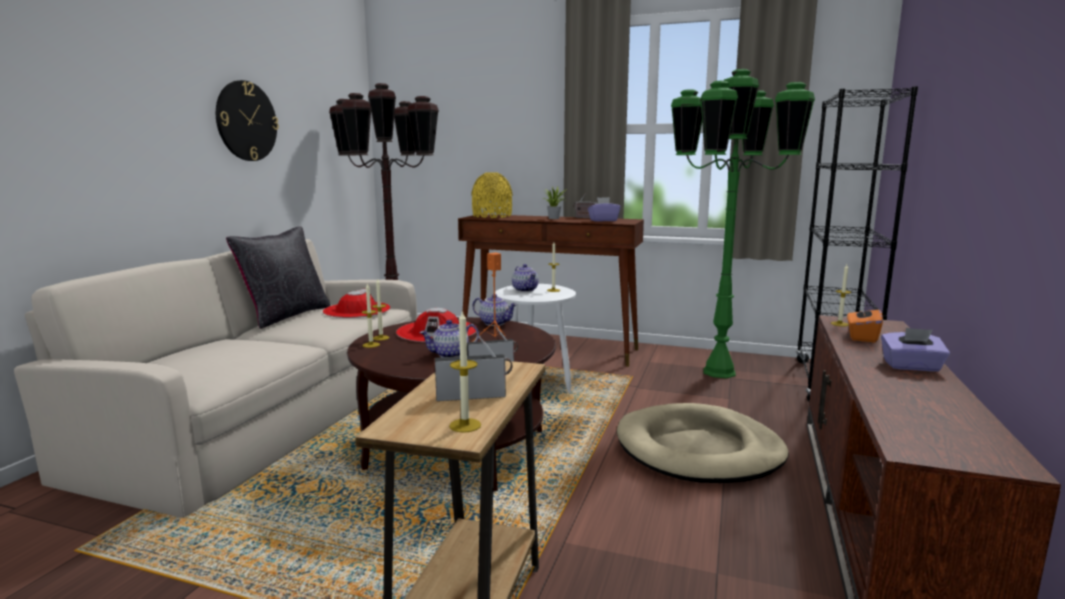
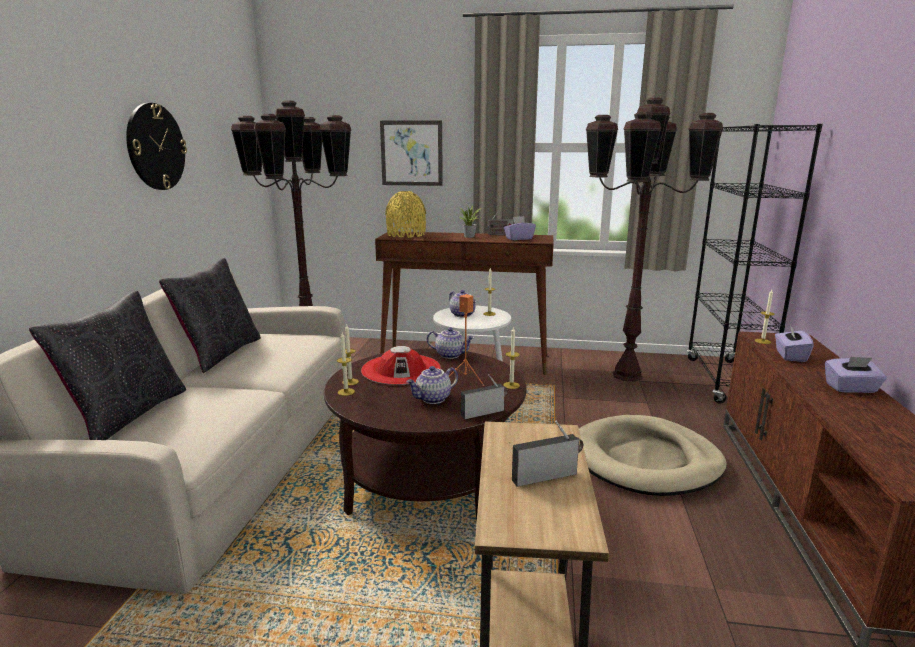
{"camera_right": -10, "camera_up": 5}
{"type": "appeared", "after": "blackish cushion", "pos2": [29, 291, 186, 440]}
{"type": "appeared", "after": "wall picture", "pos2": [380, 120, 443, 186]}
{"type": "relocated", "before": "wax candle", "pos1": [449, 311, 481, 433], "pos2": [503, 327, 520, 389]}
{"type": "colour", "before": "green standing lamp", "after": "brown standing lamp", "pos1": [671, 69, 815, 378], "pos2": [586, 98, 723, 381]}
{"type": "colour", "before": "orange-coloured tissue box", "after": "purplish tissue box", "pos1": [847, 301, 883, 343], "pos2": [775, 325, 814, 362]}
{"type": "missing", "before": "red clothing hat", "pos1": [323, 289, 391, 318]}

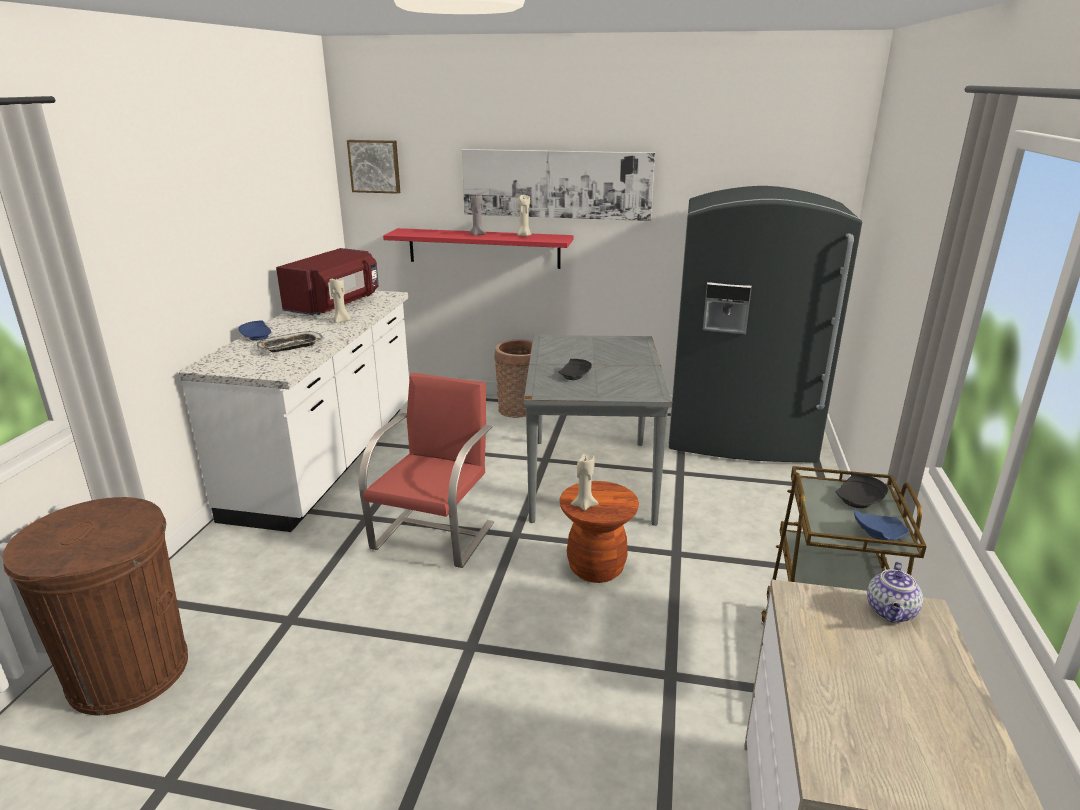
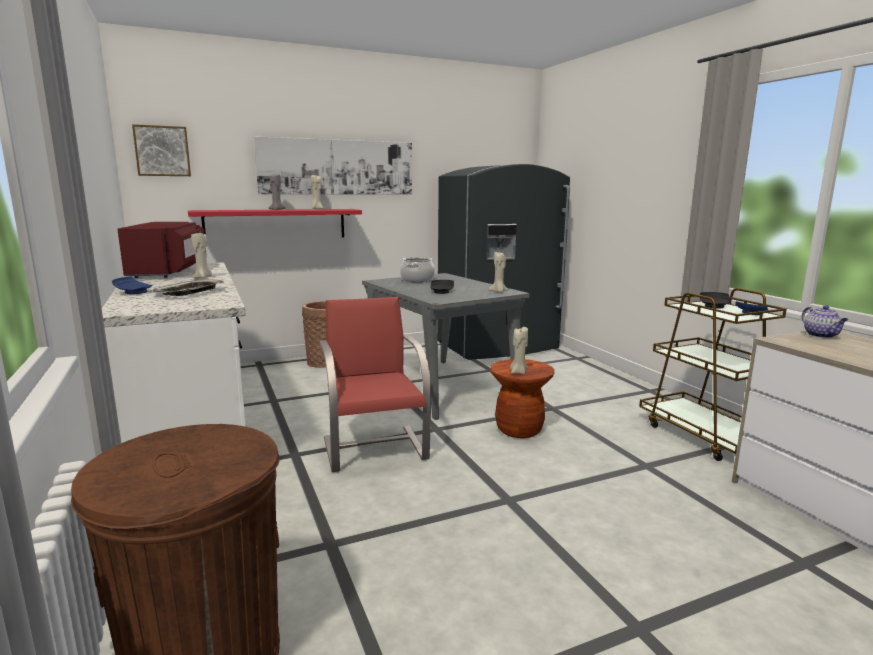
{"camera_right": -35, "camera_up": -10}
{"type": "appeared", "after": "saucepot", "pos2": [400, 257, 435, 282]}
{"type": "appeared", "after": "beige-coloured wax candle", "pos2": [489, 252, 508, 292]}

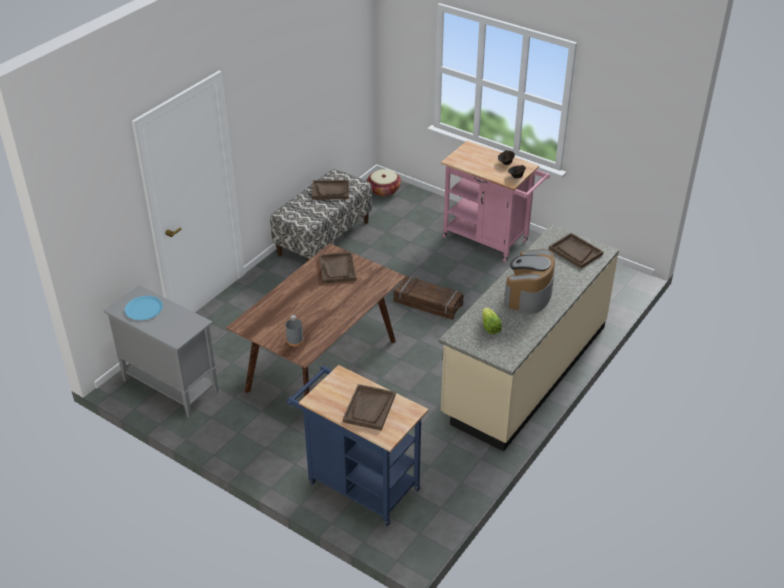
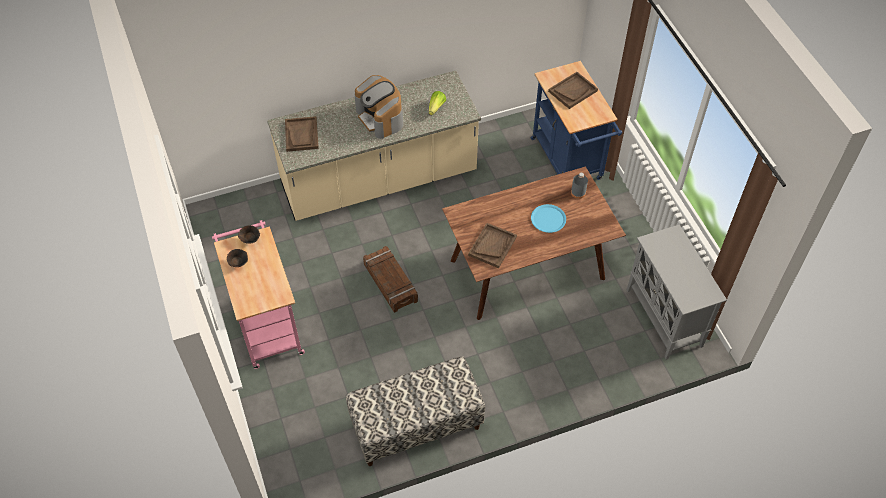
{"camera_right": -145, "camera_up": 15}
{"type": "spun", "before": "coffee machine", "pos1": [504, 249, 555, 314], "pos2": [355, 75, 403, 139], "turn": 90}
{"type": "relocated", "before": "blue-coloured flat dish", "pos1": [125, 296, 163, 320], "pos2": [531, 204, 566, 233]}
{"type": "missing", "before": "brown carrying tray", "pos1": [312, 180, 349, 200]}
{"type": "missing", "before": "basket", "pos1": [367, 169, 401, 196]}

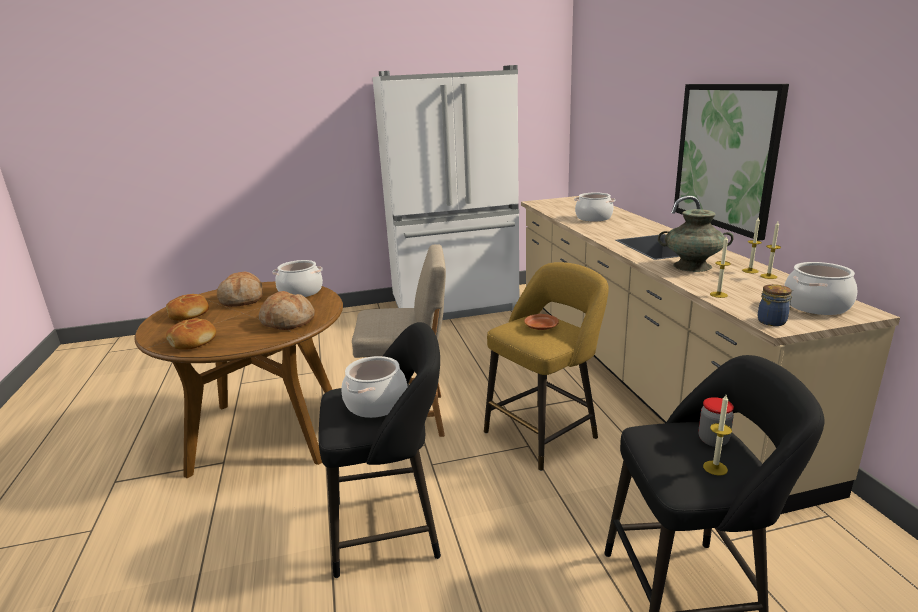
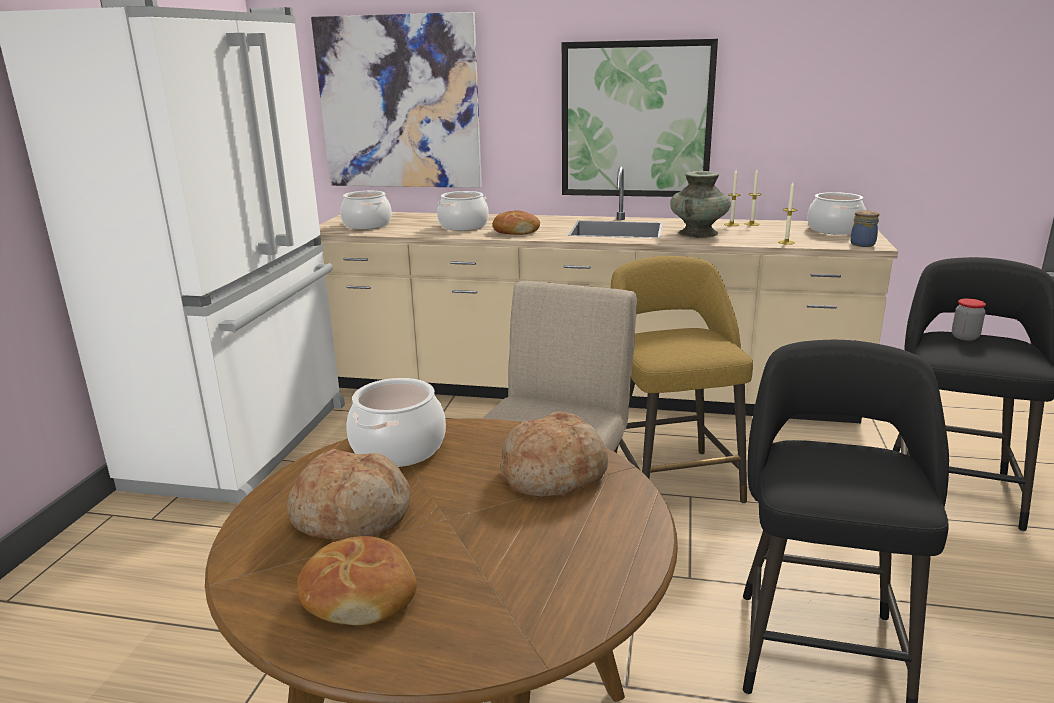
{"camera_right": -65, "camera_up": 0}
{"type": "appeared", "after": "wall picture", "pos2": [311, 12, 482, 188]}
{"type": "relocated", "before": "saucepot", "pos1": [341, 356, 407, 418], "pos2": [340, 191, 392, 229]}
{"type": "relocated", "before": "baked bread", "pos1": [166, 319, 216, 350], "pos2": [493, 210, 540, 235]}
{"type": "missing", "before": "brown flat dish", "pos1": [524, 314, 559, 330]}
{"type": "missing", "before": "wax candle", "pos1": [703, 395, 732, 476]}

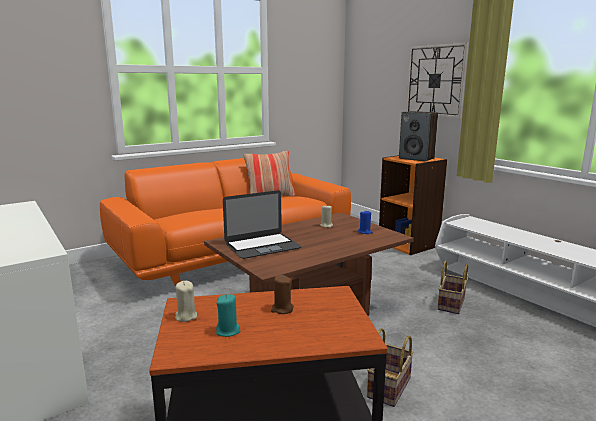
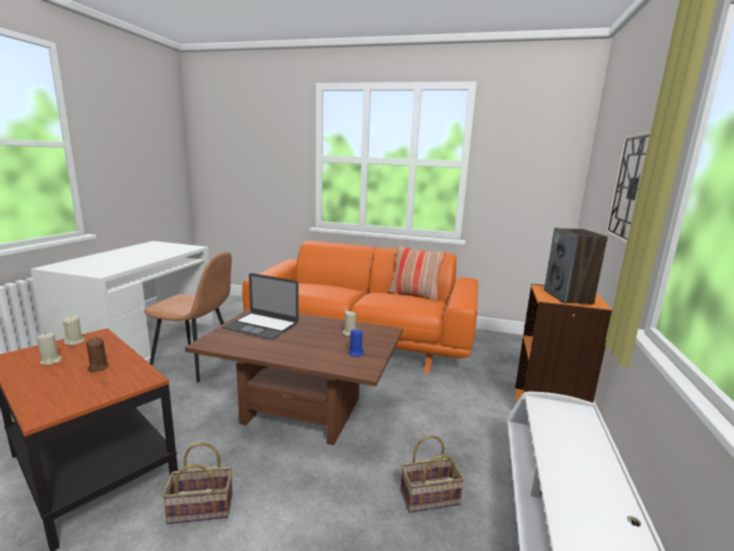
{"camera_right": 50, "camera_up": 0}
{"type": "colour", "before": "turquoise wax candle", "after": "beige-coloured wax candle", "pos1": [216, 294, 240, 337], "pos2": [37, 332, 62, 365]}
{"type": "appeared", "after": "brown chair", "pos2": [144, 252, 232, 382]}

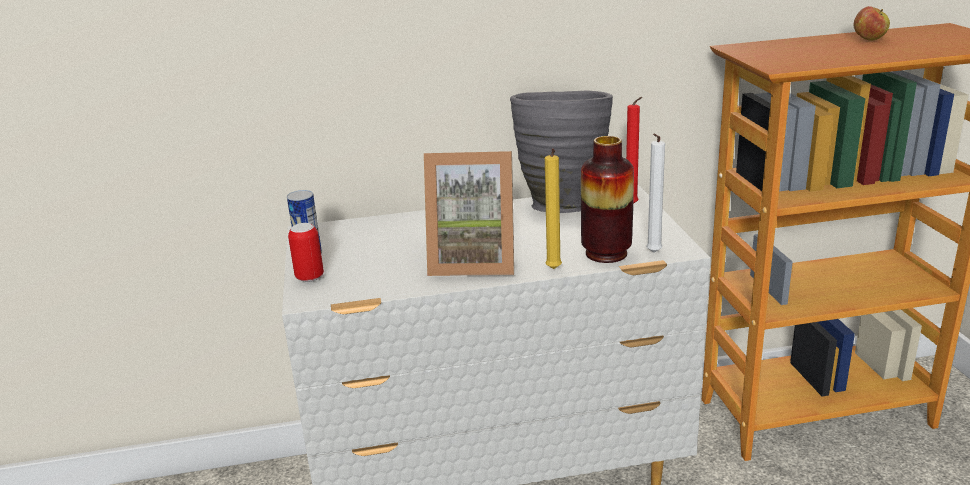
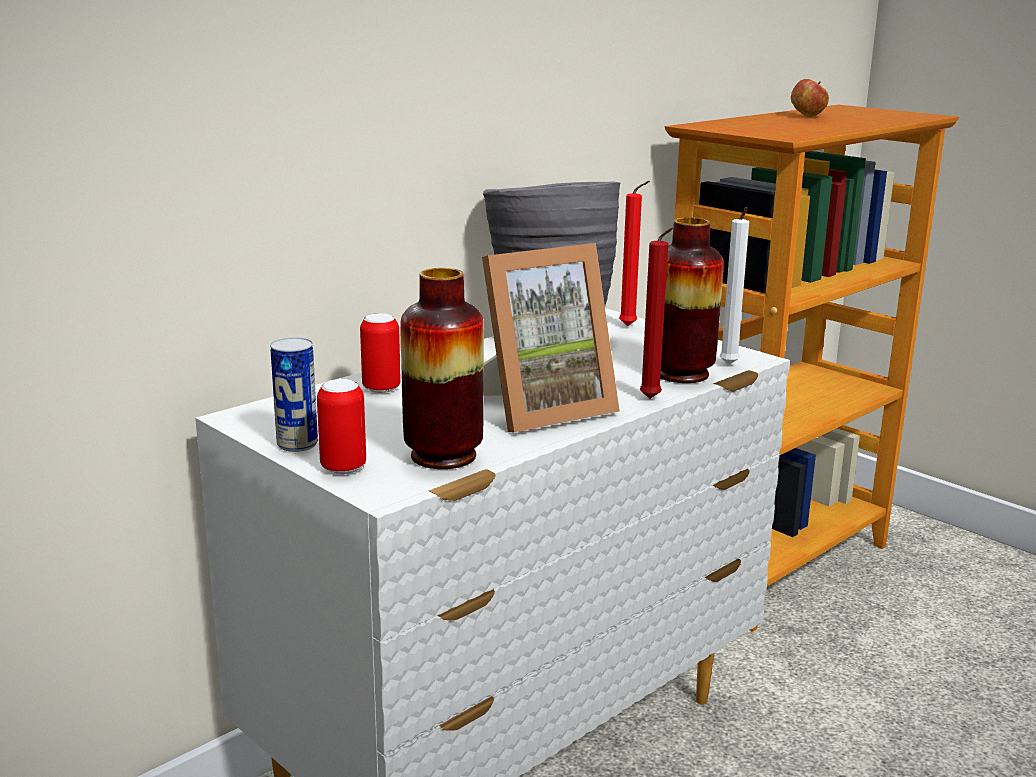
{"camera_right": -35, "camera_up": -5}
{"type": "appeared", "after": "metal can", "pos2": [360, 313, 401, 393]}
{"type": "appeared", "after": "decorative vase", "pos2": [401, 268, 484, 469]}
{"type": "colour", "before": "yellow wax candle", "after": "red wax candle", "pos1": [545, 148, 562, 269], "pos2": [639, 227, 673, 399]}

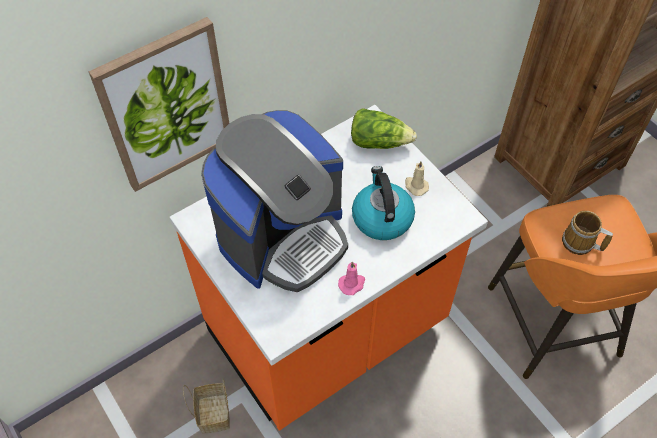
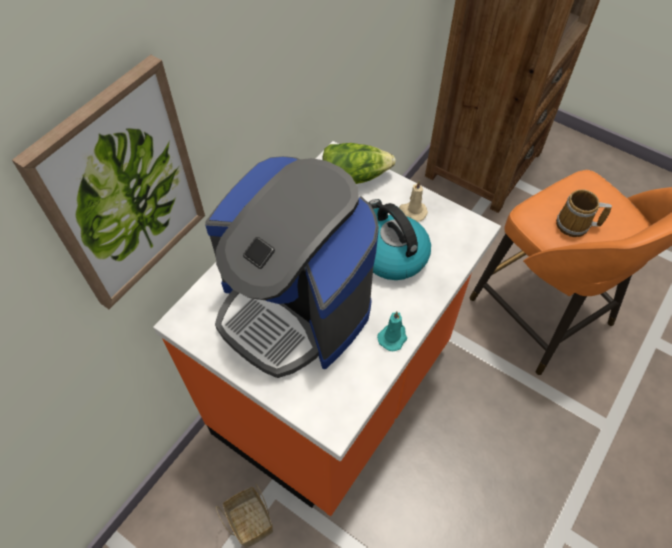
{"camera_right": -20, "camera_up": 0}
{"type": "spun", "before": "coffee machine", "pos1": [201, 110, 348, 292], "pos2": [205, 156, 379, 378], "turn": 105}
{"type": "colour", "before": "pink-coloured wax candle", "after": "turquoise wax candle", "pos1": [338, 261, 365, 295], "pos2": [377, 312, 408, 351]}

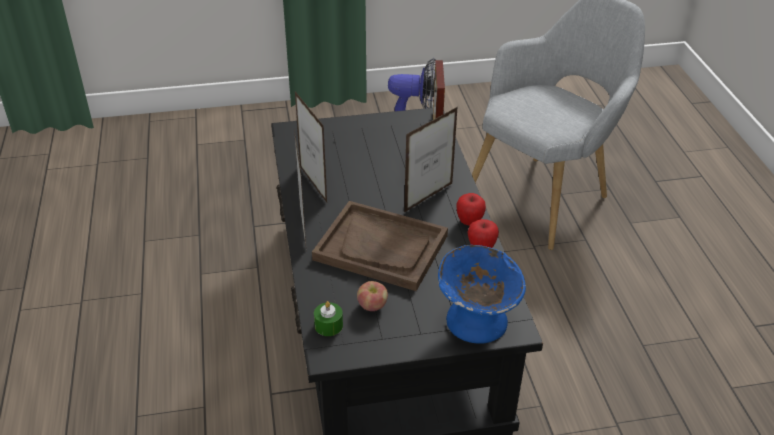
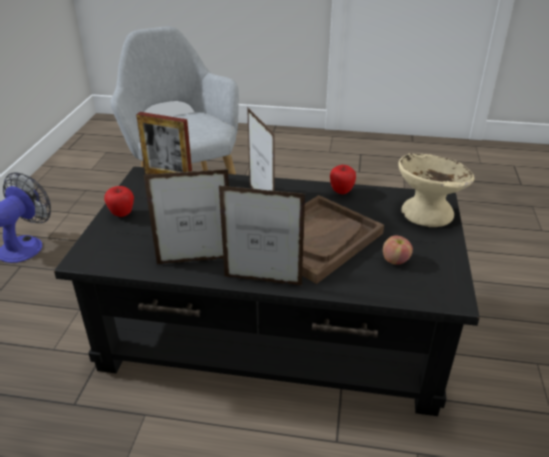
{"camera_right": -70, "camera_up": -5}
{"type": "relocated", "before": "whole apple", "pos1": [456, 193, 486, 226], "pos2": [104, 186, 134, 217]}
{"type": "colour", "before": "blue-coloured bowl", "after": "beige-coloured bowl", "pos1": [438, 245, 526, 344], "pos2": [399, 153, 474, 227]}
{"type": "missing", "before": "green wax candle", "pos1": [314, 301, 343, 336]}

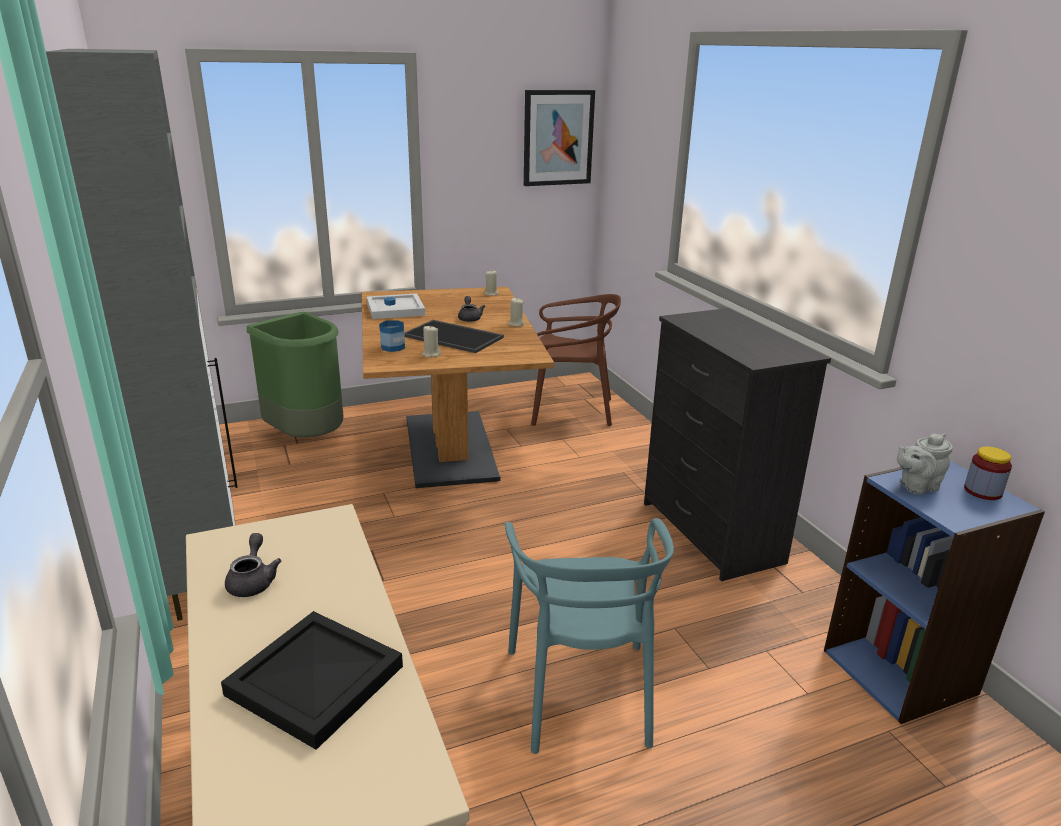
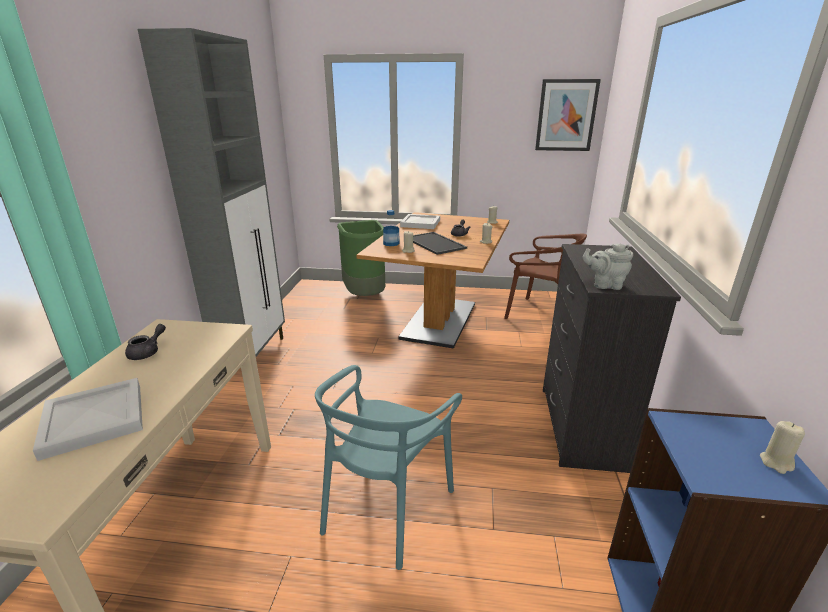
{"camera_right": 30, "camera_up": 0}
{"type": "colour", "before": "blackish carrying tray", "after": "whitish carrying tray", "pos1": [221, 611, 403, 750], "pos2": [33, 378, 143, 461]}
{"type": "relocated", "before": "greyish pot for tea", "pos1": [897, 434, 953, 494], "pos2": [583, 244, 633, 290]}
{"type": "exchanged", "before": "preserve jar", "after": "beige-coloured wax candle", "pos1": [964, 447, 1012, 500], "pos2": [760, 421, 805, 474]}

